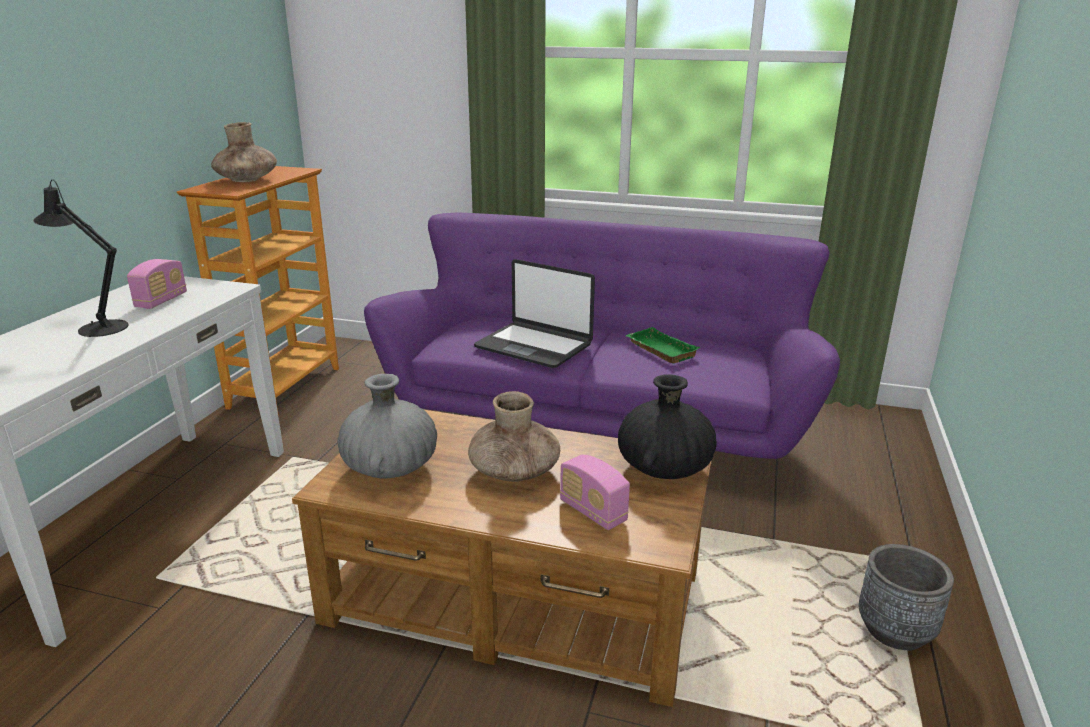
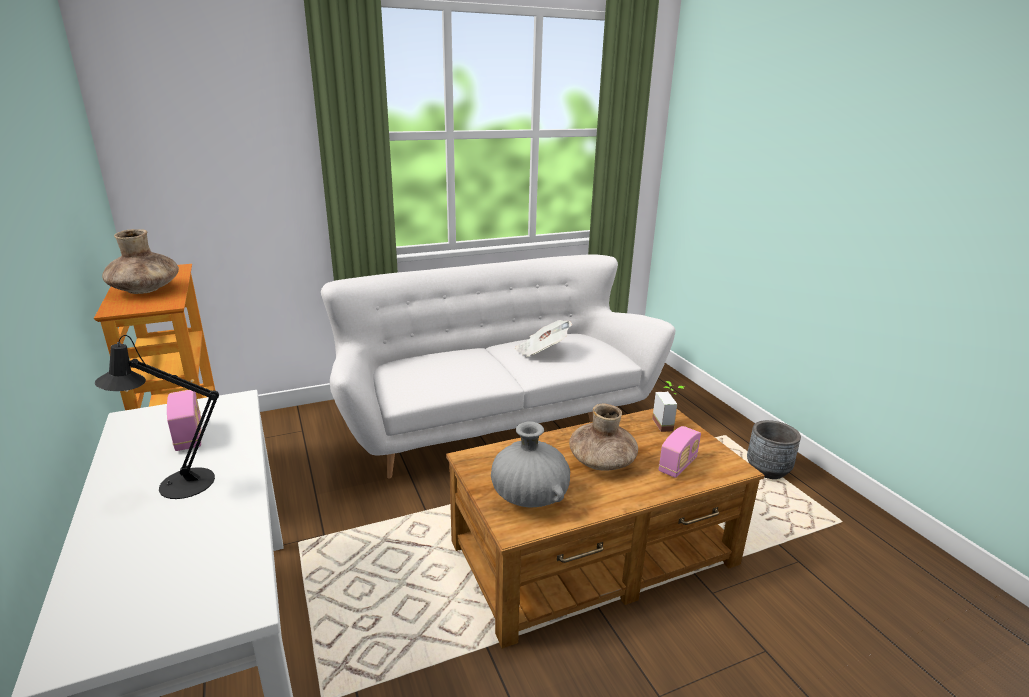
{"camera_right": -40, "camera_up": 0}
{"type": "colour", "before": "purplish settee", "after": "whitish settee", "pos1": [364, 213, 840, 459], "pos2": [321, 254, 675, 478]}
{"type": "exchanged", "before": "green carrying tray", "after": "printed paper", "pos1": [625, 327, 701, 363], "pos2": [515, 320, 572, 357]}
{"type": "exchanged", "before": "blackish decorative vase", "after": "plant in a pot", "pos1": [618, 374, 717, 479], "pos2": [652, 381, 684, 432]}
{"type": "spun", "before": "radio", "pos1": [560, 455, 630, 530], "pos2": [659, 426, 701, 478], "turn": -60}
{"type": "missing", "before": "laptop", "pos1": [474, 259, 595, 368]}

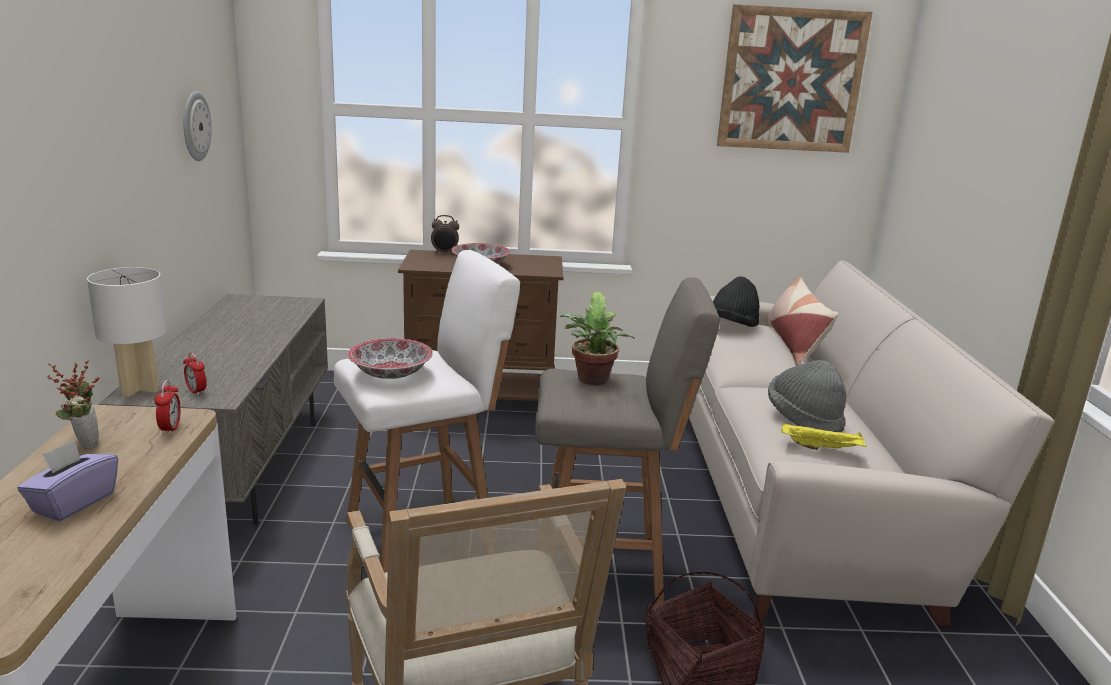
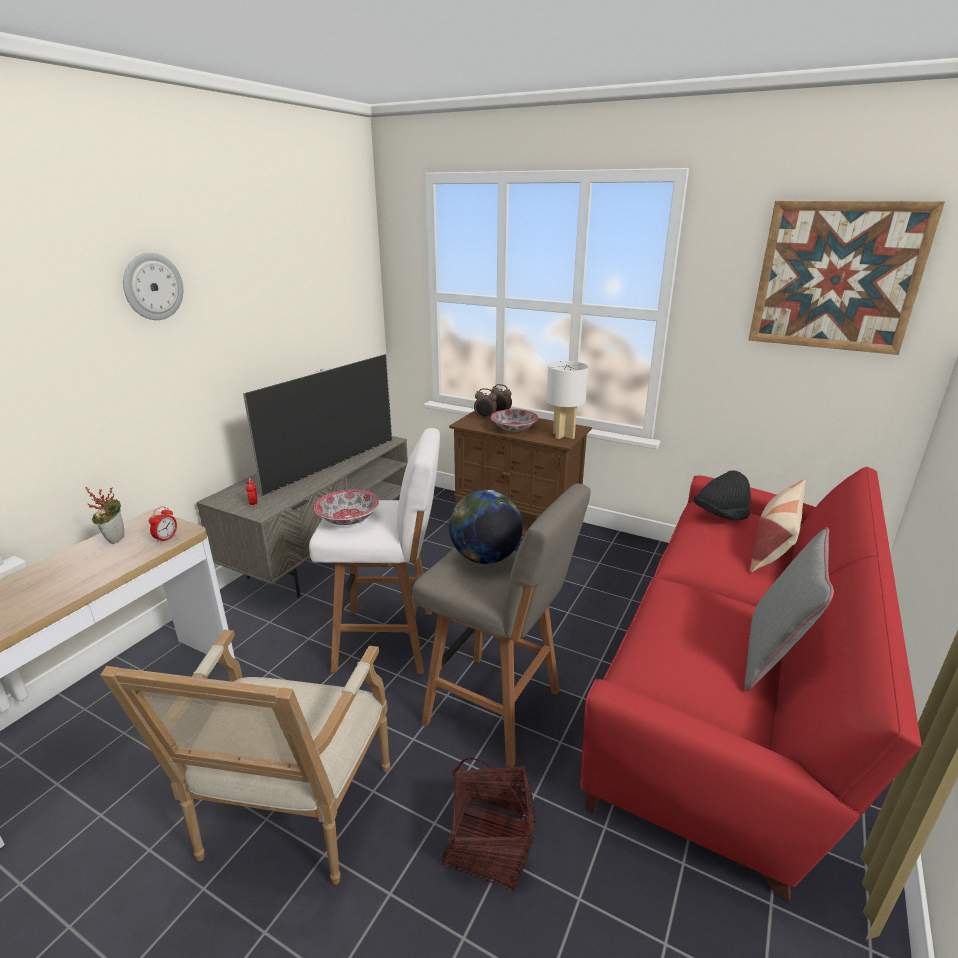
{"camera_right": 30, "camera_up": 5}
{"type": "relocated", "before": "clock on the wall", "pos1": [184, 91, 212, 161], "pos2": [123, 253, 183, 320]}
{"type": "appeared", "after": "TV set", "pos2": [243, 354, 392, 496]}
{"type": "exchanged", "before": "plant in a pot", "after": "world globe", "pos1": [560, 292, 635, 385], "pos2": [449, 490, 523, 564]}
{"type": "appeared", "after": "table clock", "pos2": [474, 388, 497, 420]}
{"type": "relocated", "before": "whitish tabletop lamp", "pos1": [87, 267, 167, 397], "pos2": [546, 361, 588, 439]}
{"type": "colour", "before": "beige-coloured settee", "after": "red settee", "pos1": [689, 260, 1054, 626], "pos2": [580, 466, 922, 902]}
{"type": "appeared", "after": "greyish cushion", "pos2": [745, 527, 834, 691]}
{"type": "missing", "before": "purplish tissue box", "pos1": [17, 440, 118, 521]}
{"type": "missing", "before": "greyish clothing hat", "pos1": [768, 360, 846, 432]}
{"type": "missing", "before": "yellow carrying tray", "pos1": [782, 423, 866, 450]}

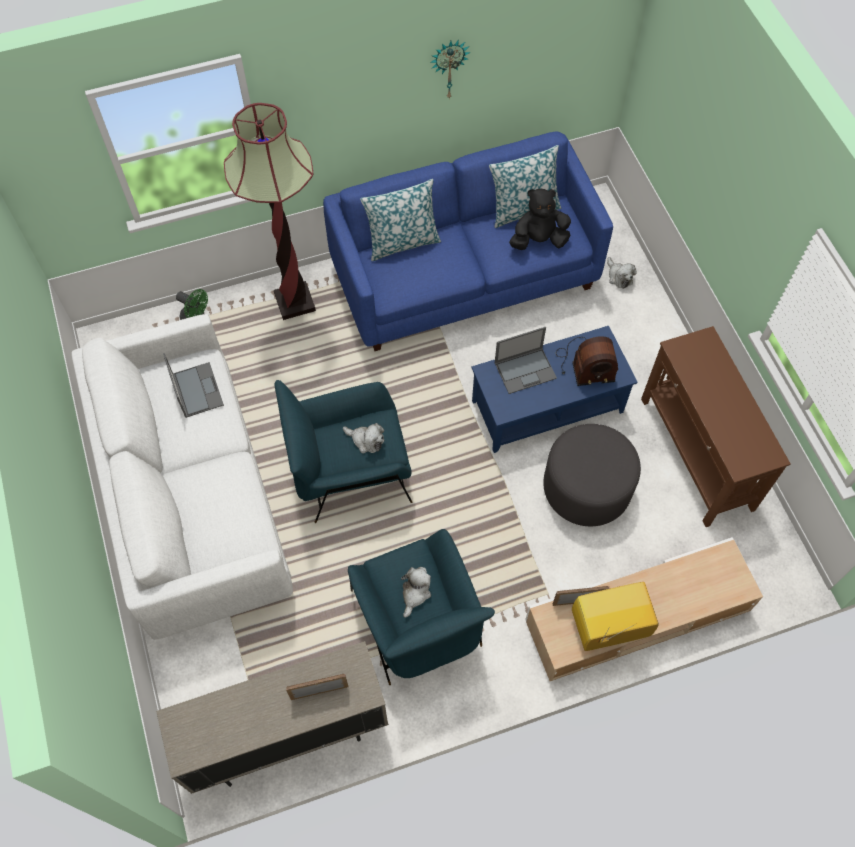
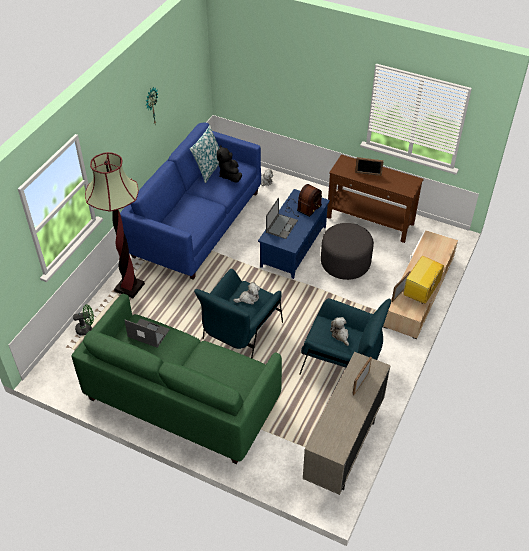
{"camera_right": -45, "camera_up": -15}
{"type": "colour", "before": "whitish settee", "after": "green settee", "pos1": [72, 314, 293, 640], "pos2": [72, 294, 282, 464]}
{"type": "spun", "before": "blackish plush toy", "pos1": [509, 189, 571, 250], "pos2": [217, 145, 242, 183], "turn": -45}
{"type": "appeared", "after": "picture frame", "pos2": [355, 157, 384, 176]}
{"type": "missing", "before": "cushion", "pos1": [360, 179, 441, 261]}

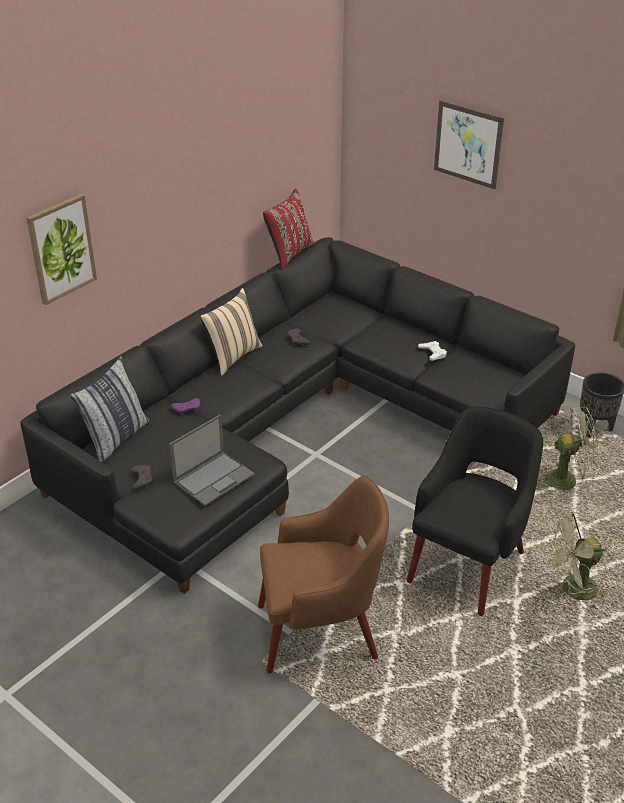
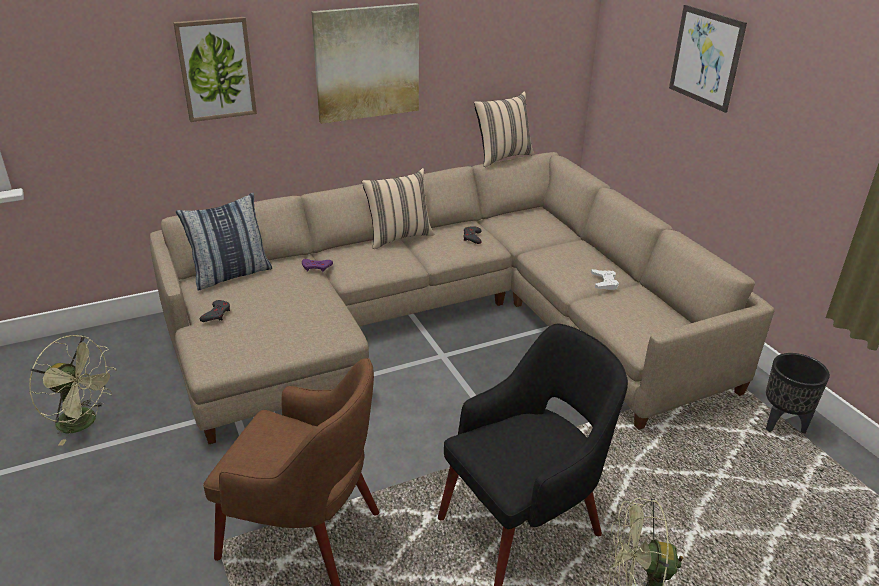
{"camera_right": 25, "camera_up": -5}
{"type": "relocated", "before": "green fan", "pos1": [539, 407, 600, 492], "pos2": [29, 335, 117, 446]}
{"type": "colour", "before": "blackish settee", "after": "beige-coloured settee", "pos1": [20, 237, 575, 594], "pos2": [150, 152, 774, 444]}
{"type": "appeared", "after": "wall picture", "pos2": [311, 3, 419, 124]}
{"type": "colour", "before": "red cushion", "after": "beige-coloured cushion", "pos1": [263, 189, 314, 270], "pos2": [474, 91, 534, 167]}
{"type": "missing", "before": "laptop", "pos1": [169, 414, 255, 506]}

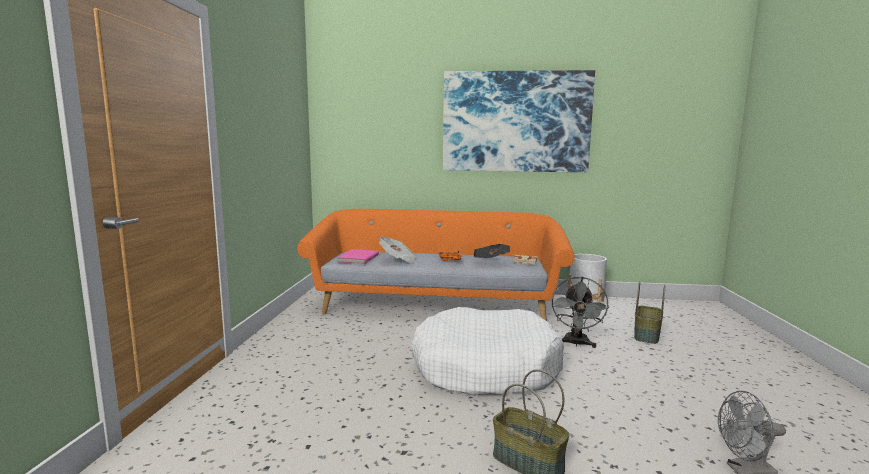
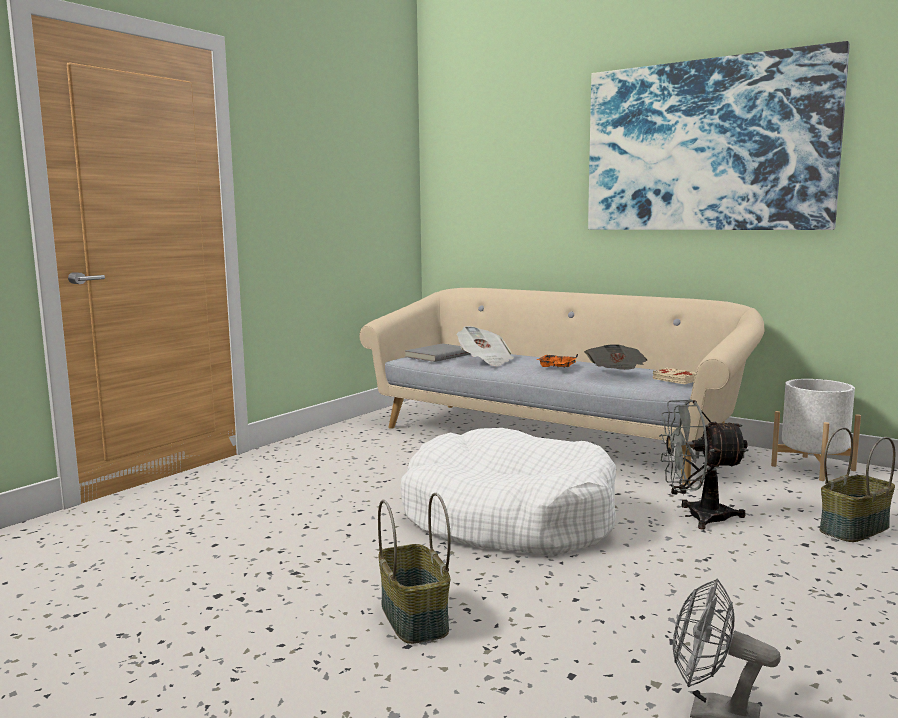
{"camera_right": 30, "camera_up": 0}
{"type": "colour", "before": "orange-coloured settee", "after": "beige-coloured settee", "pos1": [297, 209, 575, 321], "pos2": [359, 288, 764, 486]}
{"type": "colour", "before": "pink-coloured book", "after": "greyish book", "pos1": [337, 249, 379, 264], "pos2": [405, 344, 470, 362]}
{"type": "spun", "before": "greyish fan", "pos1": [552, 277, 609, 348], "pos2": [659, 399, 749, 530], "turn": 45}

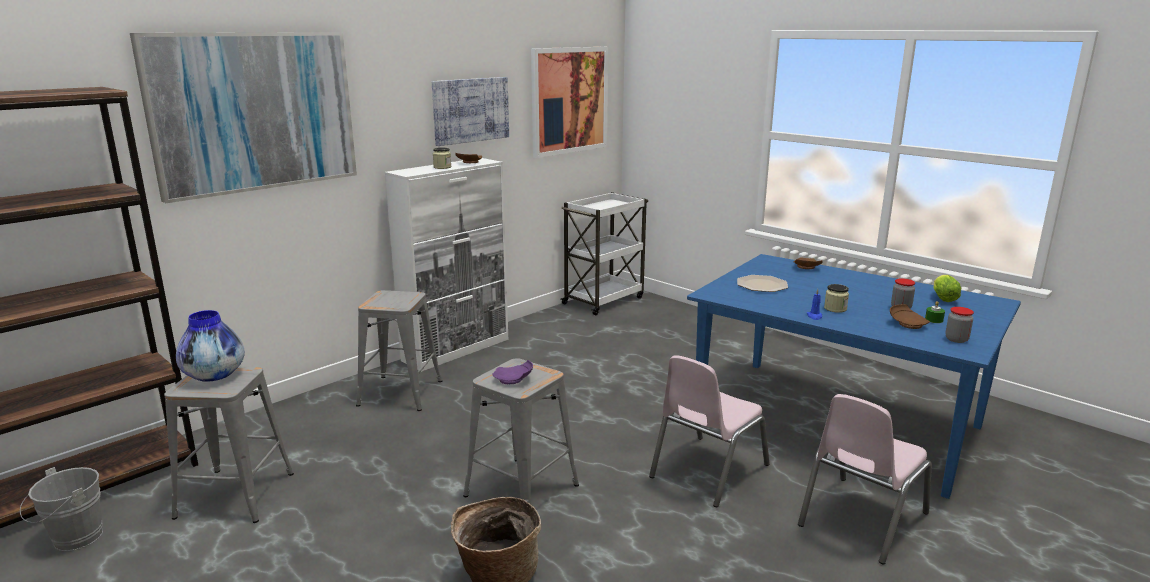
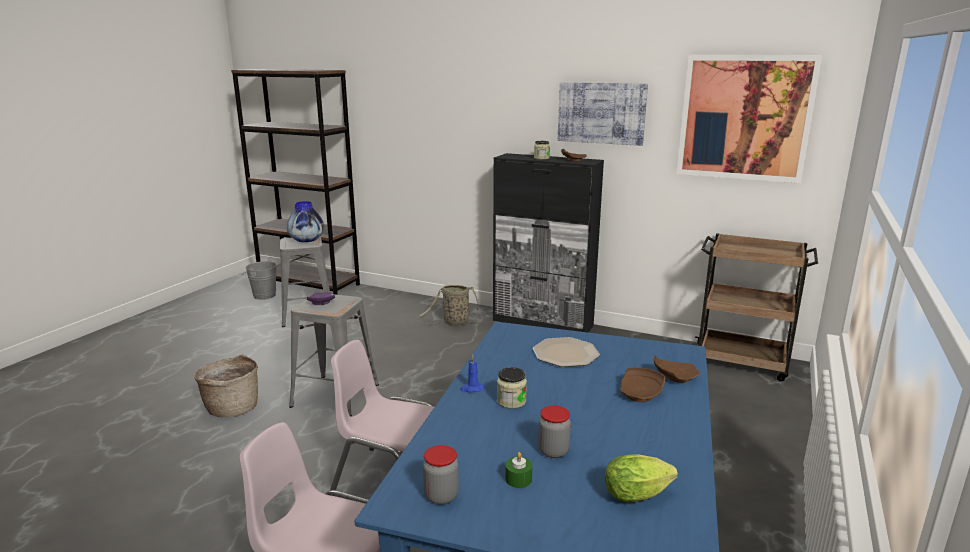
{"camera_right": 70, "camera_up": 0}
{"type": "exchanged", "before": "greyish stool seat", "after": "basket", "pos1": [356, 290, 442, 411], "pos2": [418, 285, 482, 326]}
{"type": "colour", "before": "whitish storage cabinet", "after": "blackish storage cabinet", "pos1": [385, 158, 508, 372], "pos2": [493, 153, 604, 333]}
{"type": "relocated", "before": "brown flat dish", "pos1": [890, 304, 930, 329], "pos2": [620, 367, 665, 402]}
{"type": "colour", "before": "whitish trolley", "after": "brown trolley", "pos1": [560, 192, 648, 315], "pos2": [695, 233, 818, 382]}
{"type": "missing", "before": "wall picture", "pos1": [130, 32, 357, 203]}

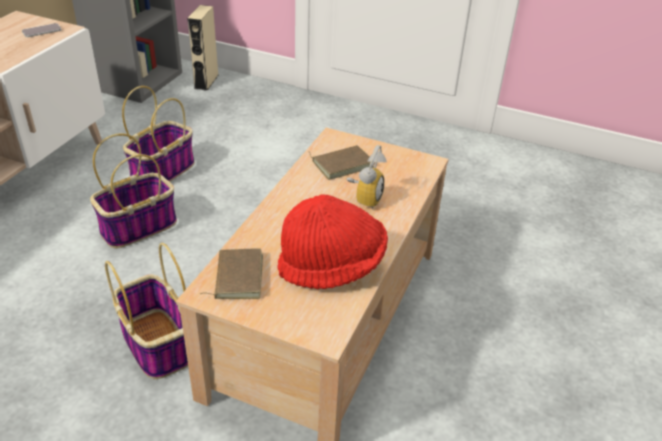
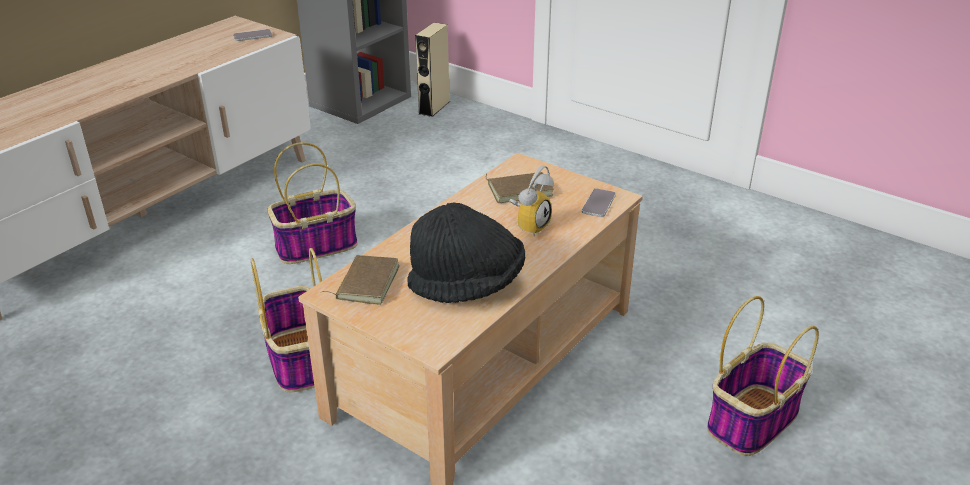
{"camera_right": 15, "camera_up": -5}
{"type": "colour", "before": "red clothing hat", "after": "blackish clothing hat", "pos1": [277, 195, 388, 289], "pos2": [407, 202, 525, 303]}
{"type": "appeared", "after": "phone", "pos2": [581, 188, 616, 217]}
{"type": "relocated", "before": "basket", "pos1": [122, 86, 195, 182], "pos2": [707, 296, 819, 456]}

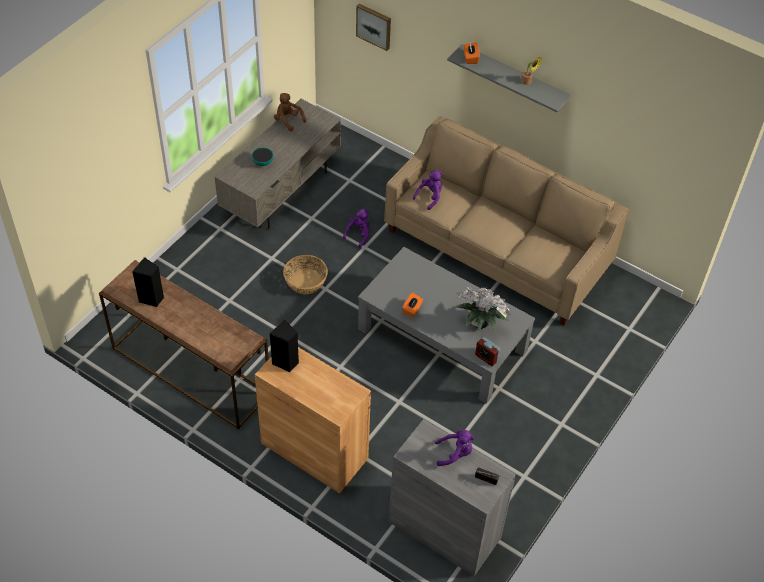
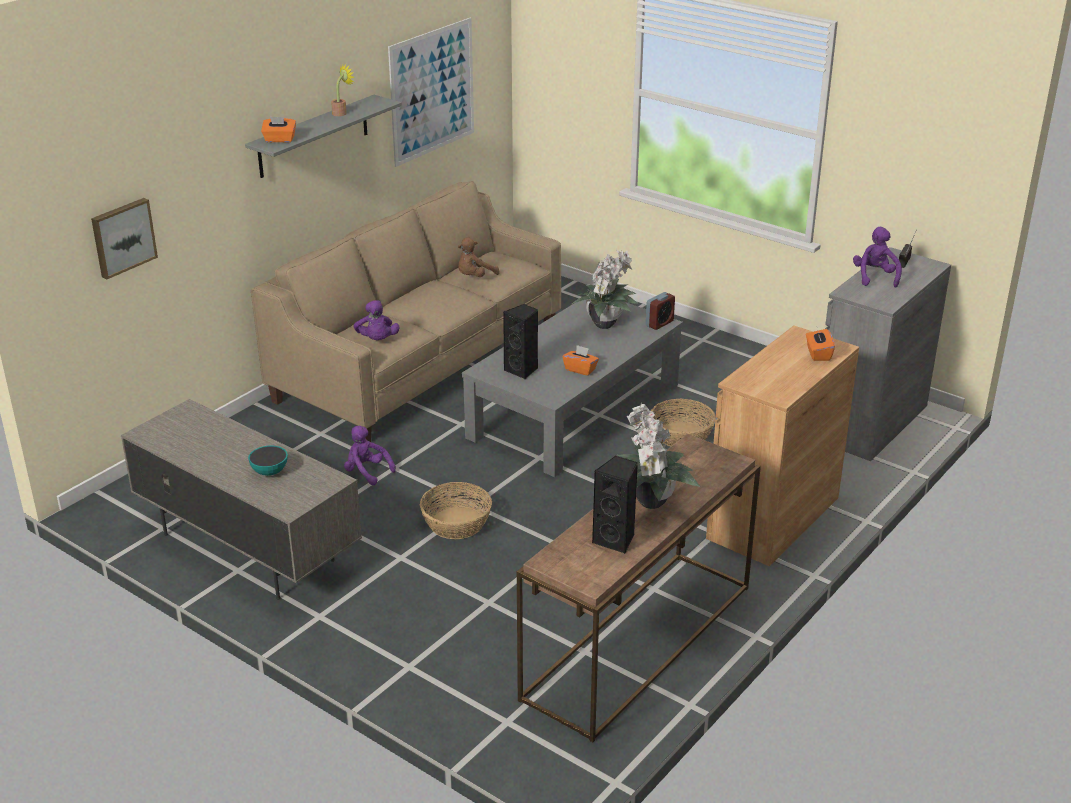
{"camera_right": -85, "camera_up": -20}
{"type": "spun", "before": "purplish plush toy", "pos1": [413, 170, 443, 210], "pos2": [354, 300, 400, 340], "turn": -150}
{"type": "appeared", "after": "wall picture", "pos2": [388, 18, 474, 167]}
{"type": "relocated", "before": "brown plush toy", "pos1": [274, 93, 306, 131], "pos2": [458, 237, 499, 277]}
{"type": "relocated", "before": "blackish audio speaker", "pos1": [270, 320, 299, 372], "pos2": [503, 304, 538, 380]}
{"type": "appeared", "after": "plant in a pot", "pos2": [617, 404, 700, 509]}
{"type": "appeared", "after": "basket", "pos2": [651, 399, 716, 447]}
{"type": "appeared", "after": "orange-coloured tissue box", "pos2": [806, 329, 835, 361]}

